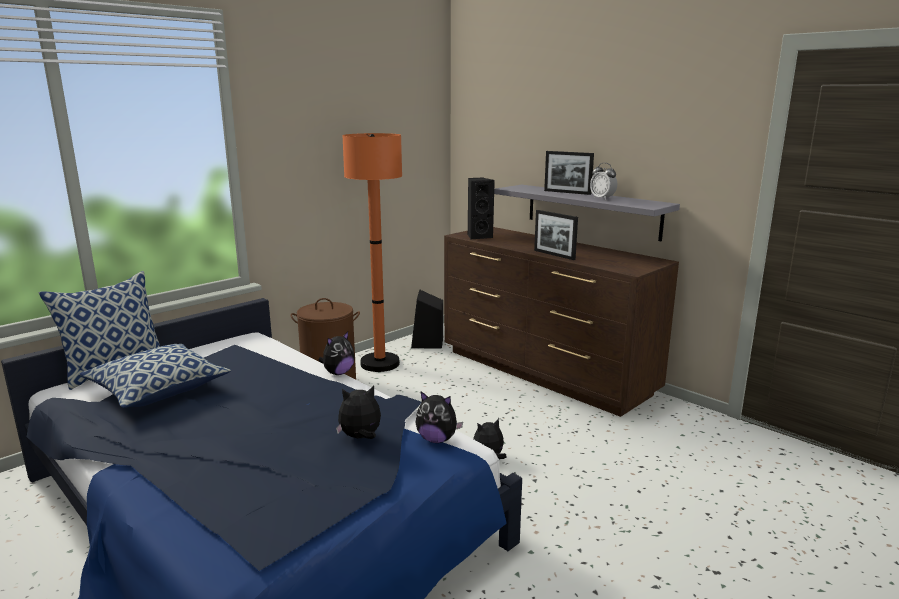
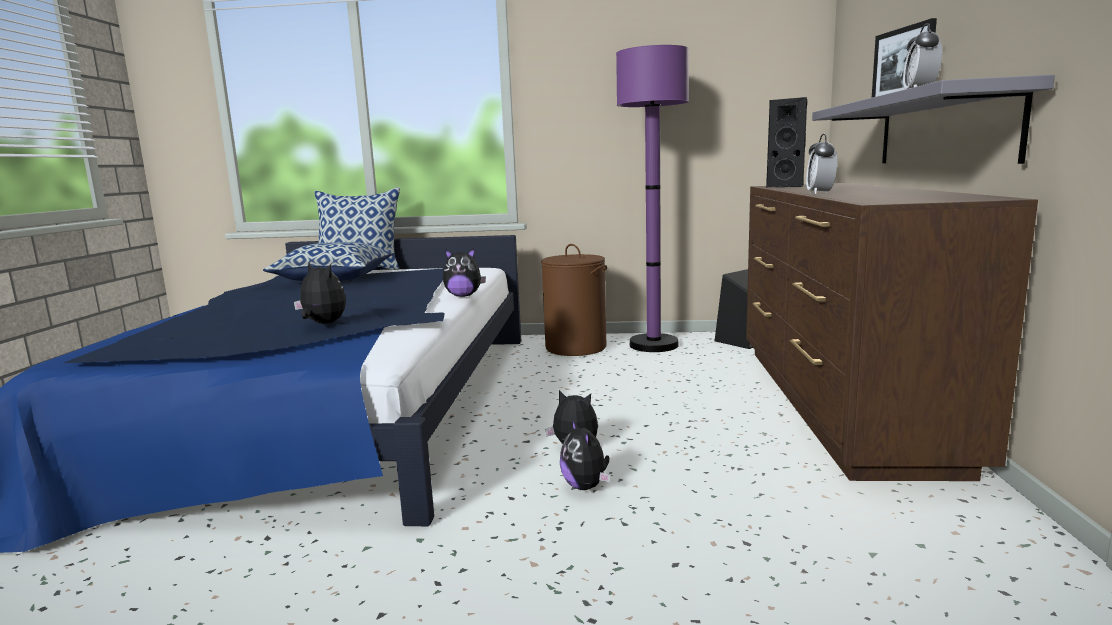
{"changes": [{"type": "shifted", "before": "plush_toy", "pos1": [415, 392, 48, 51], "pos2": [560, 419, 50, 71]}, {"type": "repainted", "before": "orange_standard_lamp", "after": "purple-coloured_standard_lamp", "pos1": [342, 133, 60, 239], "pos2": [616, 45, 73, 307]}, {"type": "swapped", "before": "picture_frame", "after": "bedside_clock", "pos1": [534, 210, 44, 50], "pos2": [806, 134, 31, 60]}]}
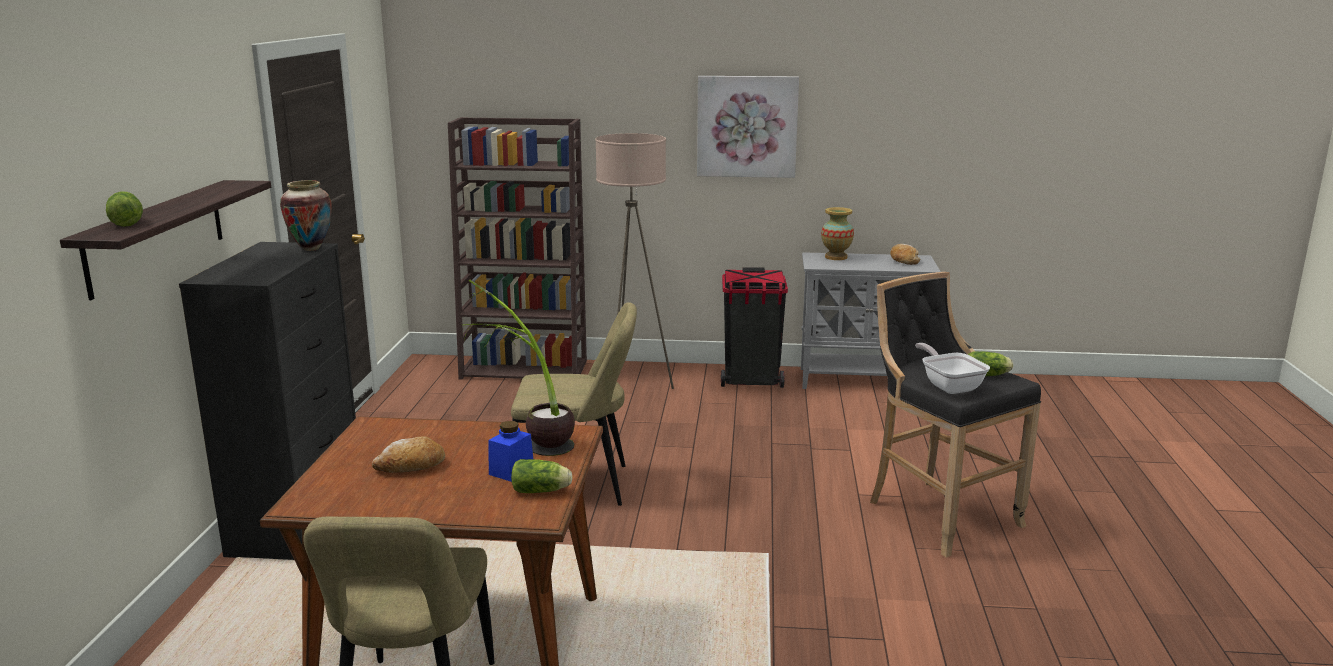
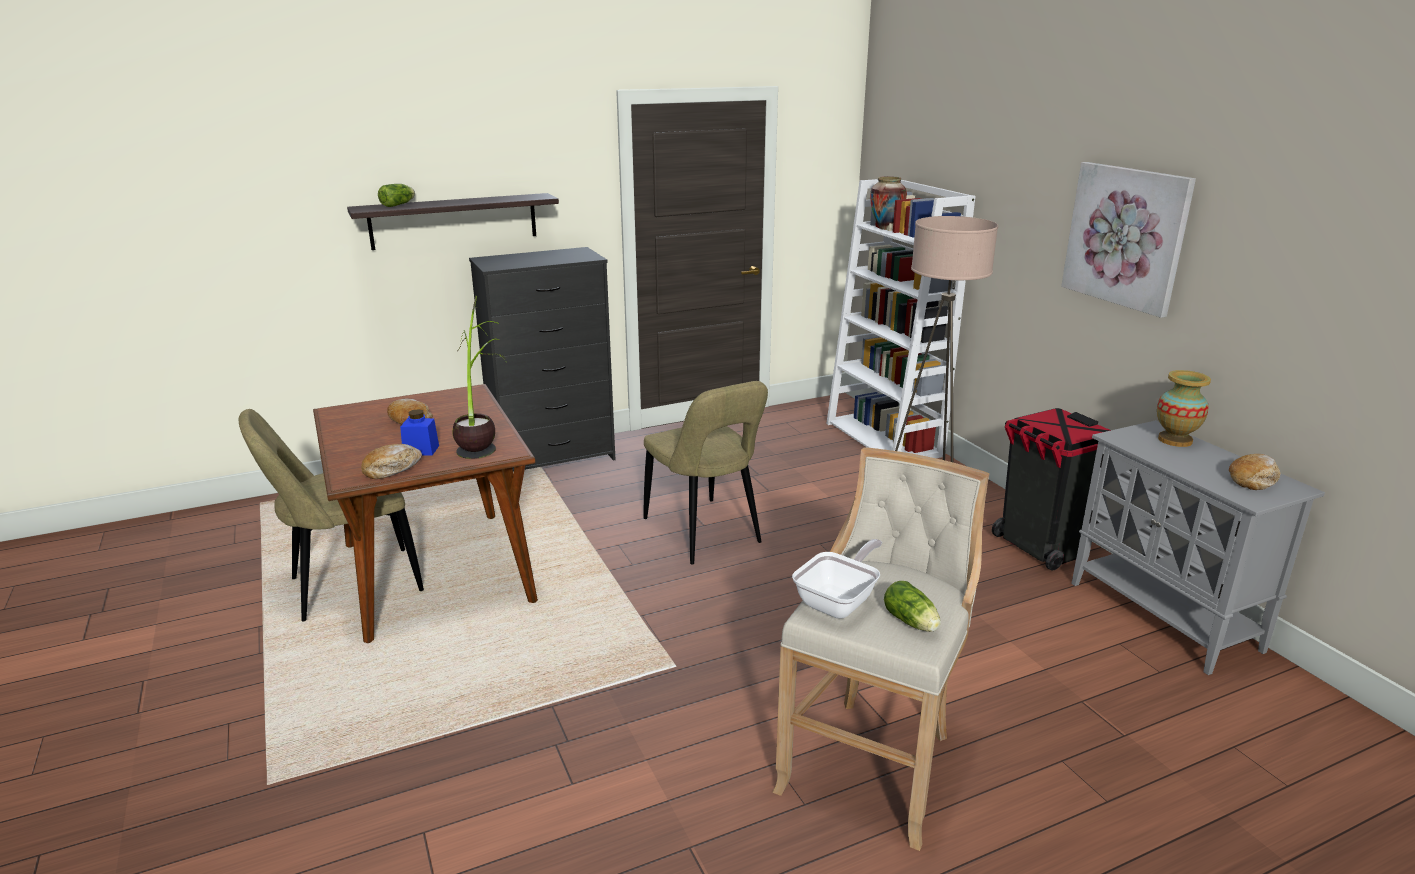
{"changes": [{"type": "swapped", "before": "lettuce", "after": "bread", "pos1": [511, 459, 62, 34], "pos2": [361, 444, 61, 35]}, {"type": "repainted", "before": "blackish_sitting_stool", "after": "sand-coloured_sitting_stool", "pos1": [870, 272, 171, 286], "pos2": [772, 447, 218, 404]}, {"type": "repainted", "before": "brown-coloured_bookcase", "after": "whitish_bookcase", "pos1": [448, 117, 139, 263], "pos2": [826, 179, 149, 279]}, {"type": "shifted", "before": "vase", "pos1": [280, 180, 52, 71], "pos2": [870, 176, 37, 54]}]}
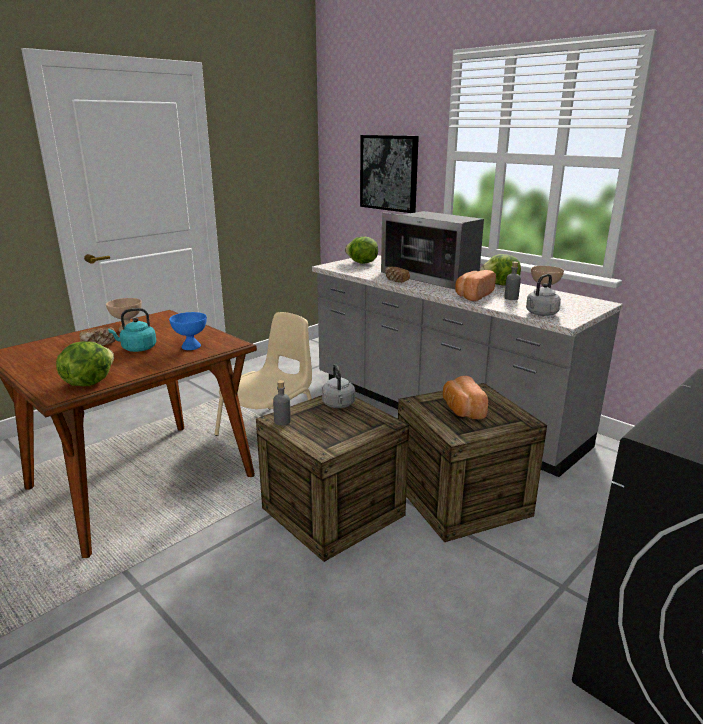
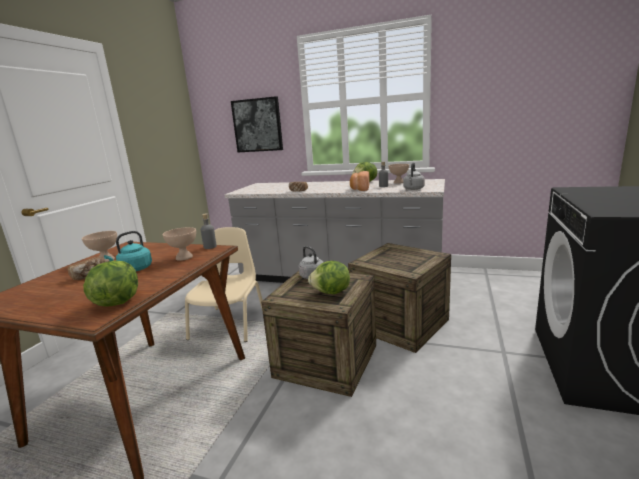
{"changes": [{"type": "repainted", "before": "blue_deep_dish", "after": "sand-coloured_deep_dish", "pos1": [169, 312, 38, 38], "pos2": [162, 227, 34, 34]}, {"type": "shifted", "before": "grey_beverage_bottle", "pos1": [273, 380, 18, 45], "pos2": [201, 214, 16, 35]}, {"type": "shifted", "before": "lettuce", "pos1": [345, 237, 33, 27], "pos2": [308, 261, 42, 33]}, {"type": "gone", "before": "microwave_oven", "pos1": [381, 211, 103, 78]}, {"type": "gone", "before": "bread", "pos1": [443, 376, 45, 43]}]}
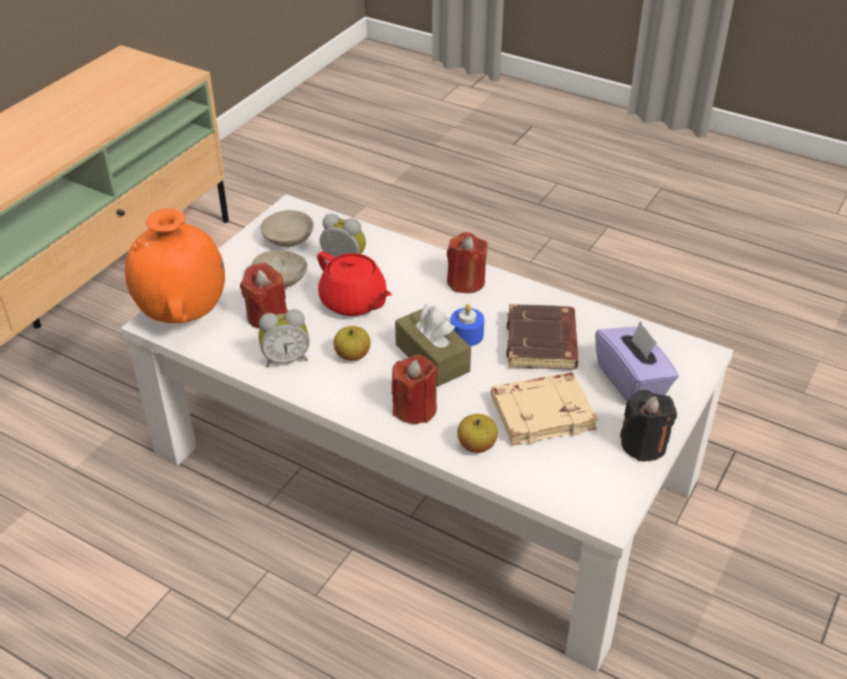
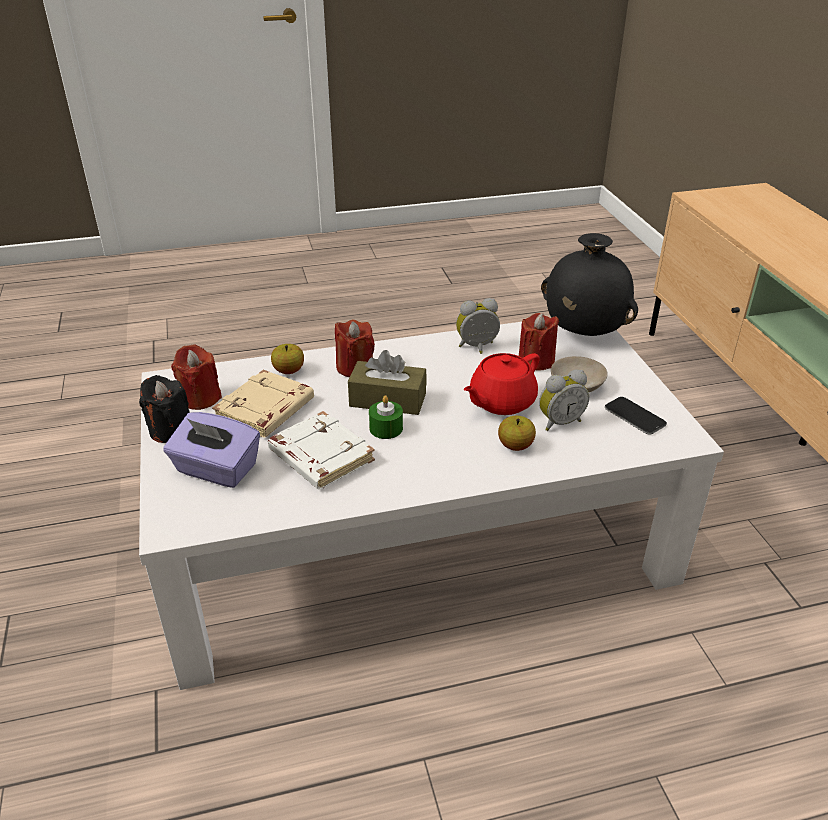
{"changes": [{"type": "shifted", "before": "red-coloured_wax_light", "pos1": [447, 232, 41, 61], "pos2": [171, 344, 51, 66]}, {"type": "repainted", "before": "brown-coloured_bound_book", "after": "whitish_bound_book", "pos1": [506, 304, 73, 66], "pos2": [268, 411, 107, 78]}, {"type": "repainted", "before": "blue_wax_light", "after": "green_wax_light", "pos1": [450, 304, 34, 42], "pos2": [369, 395, 34, 44]}, {"type": "rotated", "before": "bedside_clock", "pos1": [258, 309, 51, 59], "pos2": [456, 298, 44, 56], "turn": 45}, {"type": "rotated", "before": "red-coloured_tea_pot", "pos1": [317, 251, 75, 65], "pos2": [464, 353, 76, 62], "turn": -45}, {"type": "shifted", "before": "apple_fruit", "pos1": [334, 326, 36, 35], "pos2": [498, 416, 38, 35]}, {"type": "repainted", "before": "orange_vase", "after": "blackish_vase", "pos1": [125, 208, 100, 115], "pos2": [541, 233, 97, 103]}, {"type": "swapped", "before": "sand-coloured_deep_dish", "after": "handset", "pos1": [260, 210, 54, 37], "pos2": [605, 397, 62, 38]}]}
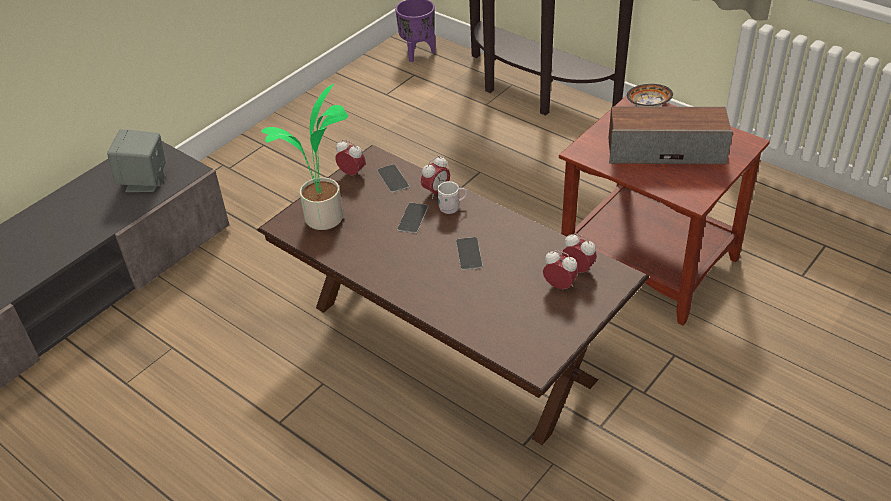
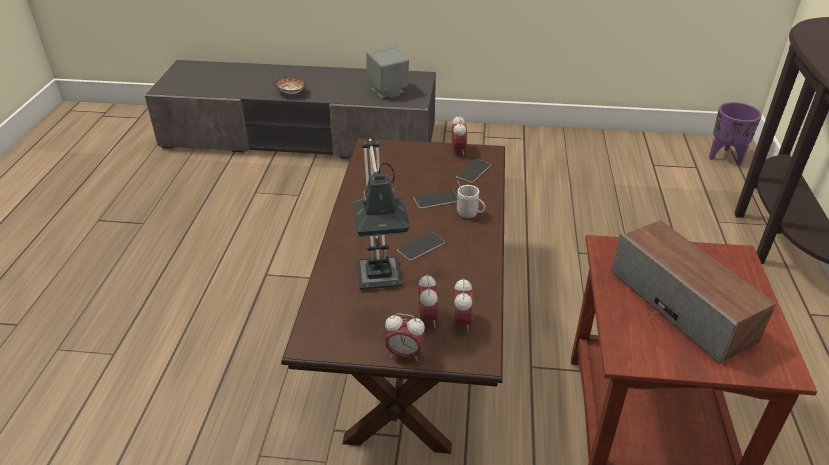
{"changes": [{"type": "shifted", "before": "deep_dish", "pos1": [627, 84, 46, 23], "pos2": [274, 77, 32, 17]}, {"type": "new", "after": "tabletop_lamp", "pos2": [353, 136, 57, 154]}, {"type": "shifted", "before": "bedside_clock", "pos1": [421, 156, 29, 43], "pos2": [385, 313, 40, 48]}, {"type": "gone", "before": "houseplant", "pos1": [261, 84, 87, 146]}]}
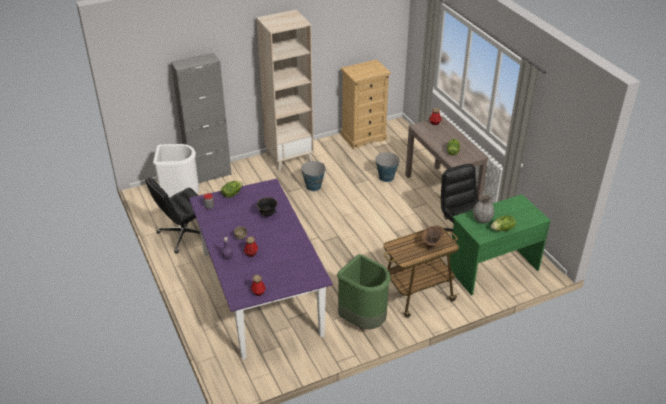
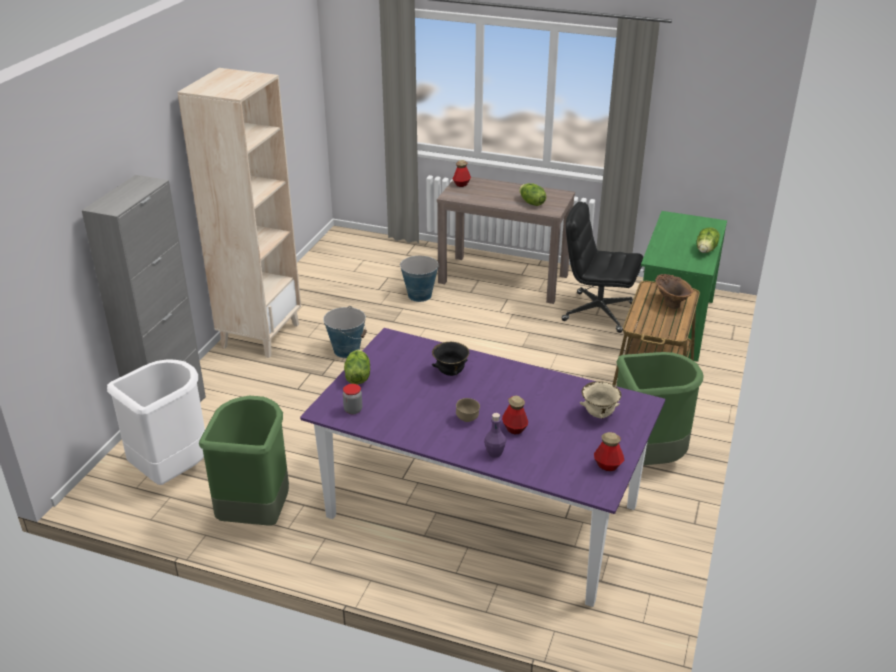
{"changes": [{"type": "swapped", "before": "blackish_computer_chair", "after": "green_trash_can", "pos1": [145, 178, 55, 75], "pos2": [199, 396, 90, 130]}, {"type": "new", "after": "sand-coloured_deep_dish", "pos2": [580, 381, 42, 38]}, {"type": "gone", "before": "sand-coloured_dresser", "pos1": [341, 59, 50, 90]}, {"type": "gone", "before": "grey_vase", "pos1": [473, 194, 21, 29]}]}
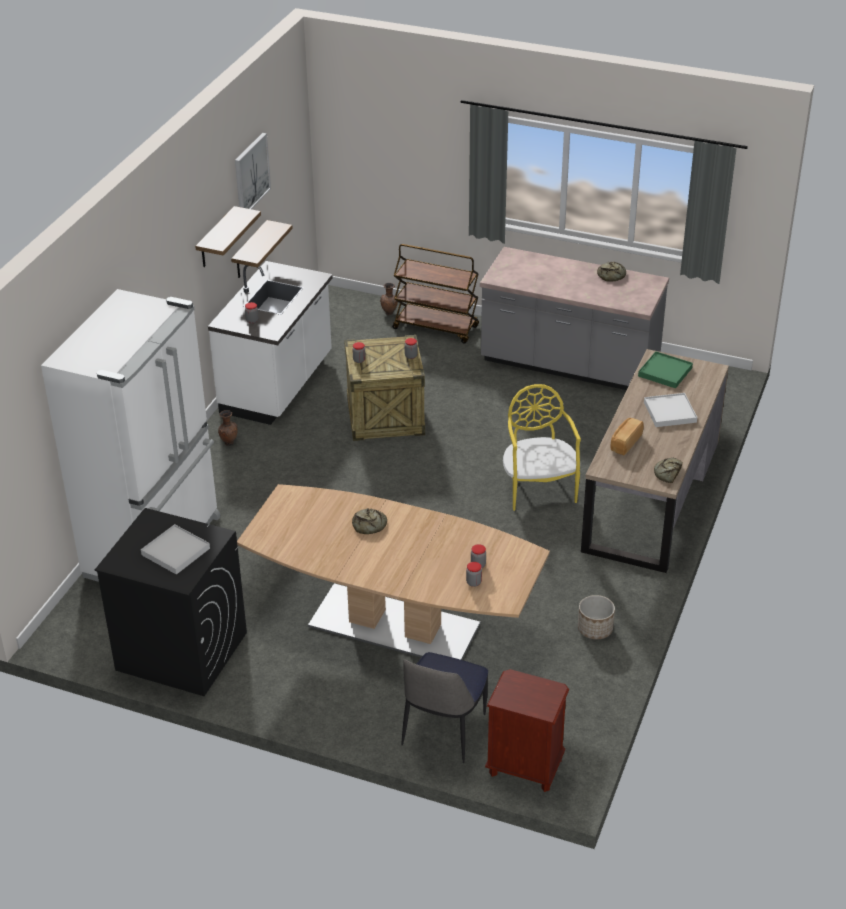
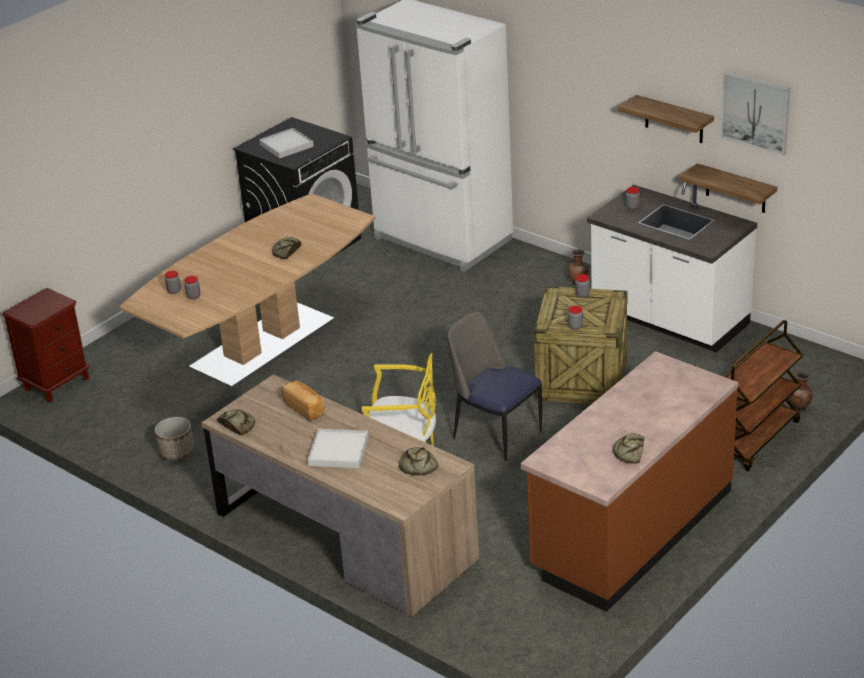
{"changes": [{"type": "swapped", "before": "green_tray", "after": "bread", "pos1": [638, 351, 55, 37], "pos2": [399, 447, 39, 29]}, {"type": "shifted", "before": "plain_chair", "pos1": [401, 652, 87, 111], "pos2": [447, 312, 95, 149]}, {"type": "repainted", "before": "grey_counter", "after": "brown-coloured_counter", "pos1": [480, 247, 189, 143], "pos2": [521, 351, 217, 261]}]}
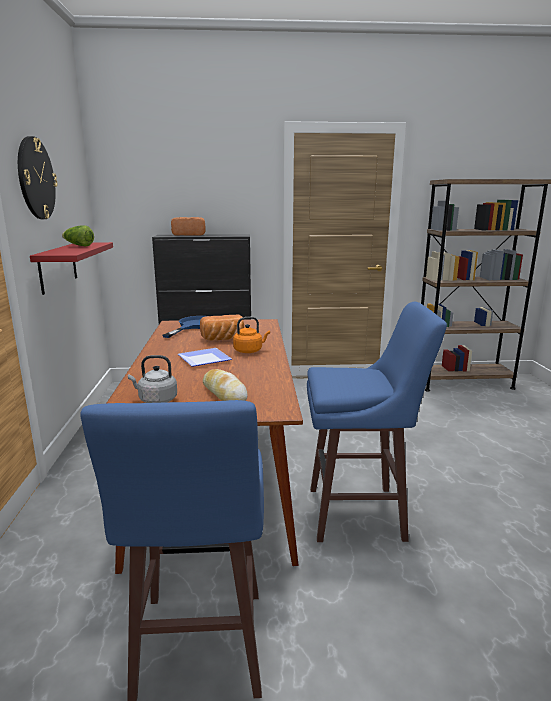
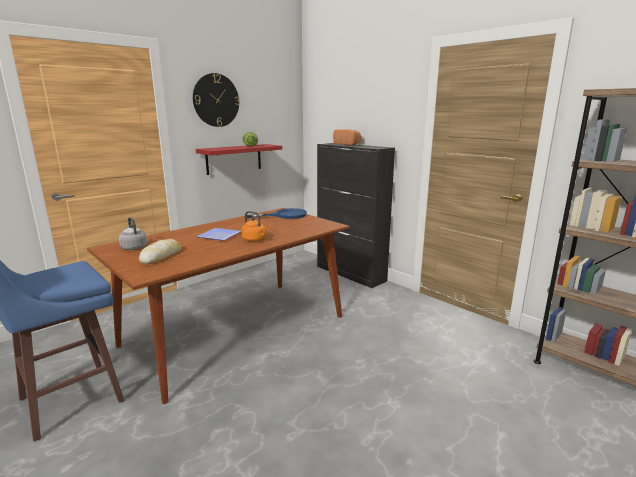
{"changes": [{"type": "gone", "before": "bread", "pos1": [200, 315, 44, 26]}, {"type": "gone", "before": "blue_sitting_stool", "pos1": [307, 302, 140, 240]}]}
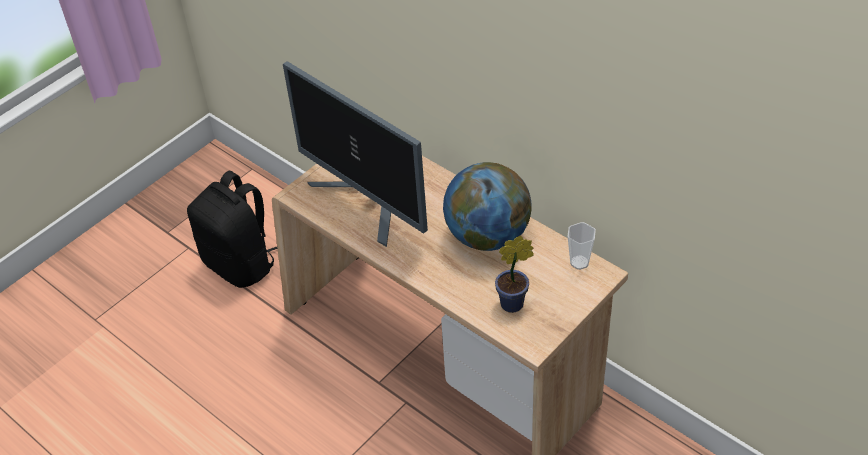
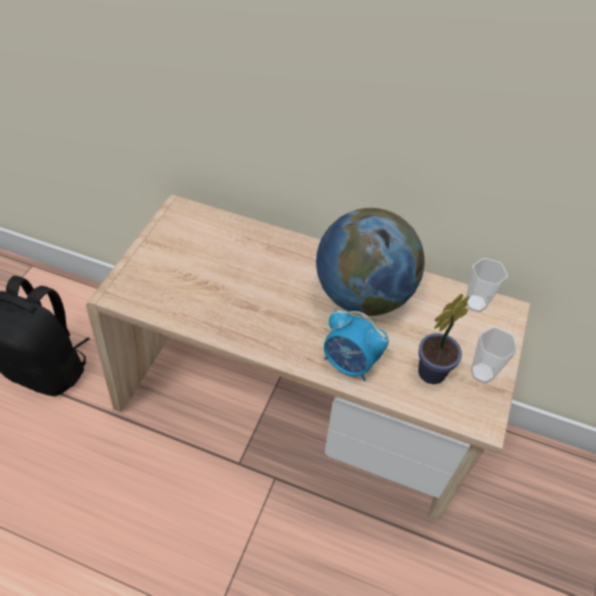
{"changes": [{"type": "new", "after": "bedside_clock", "pos2": [324, 309, 65, 72]}, {"type": "new", "after": "small_cup", "pos2": [471, 327, 47, 56]}, {"type": "gone", "before": "computer_screen", "pos1": [283, 61, 145, 186]}]}
